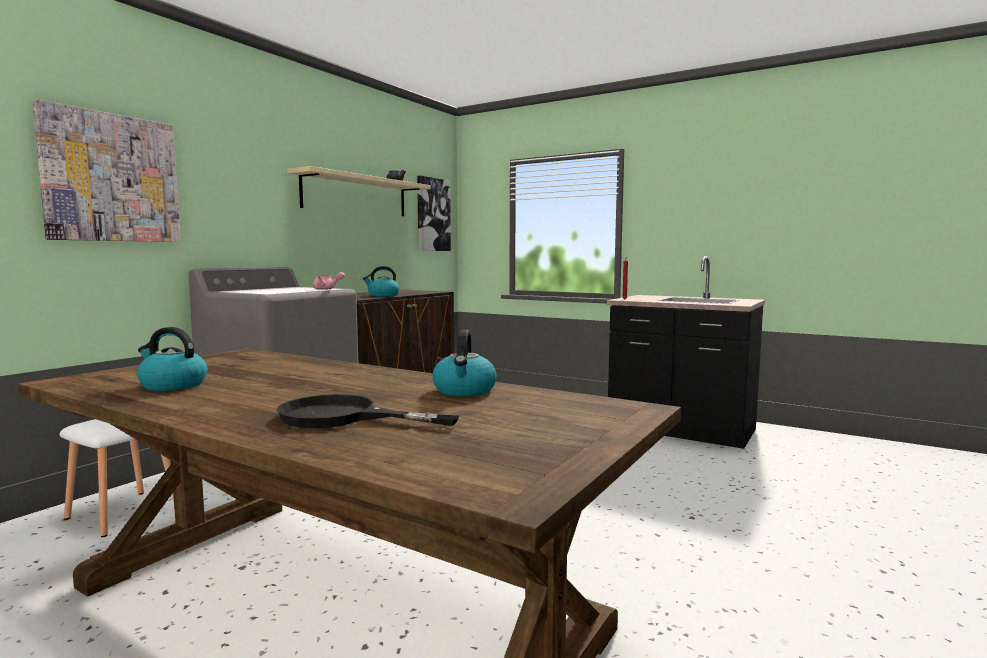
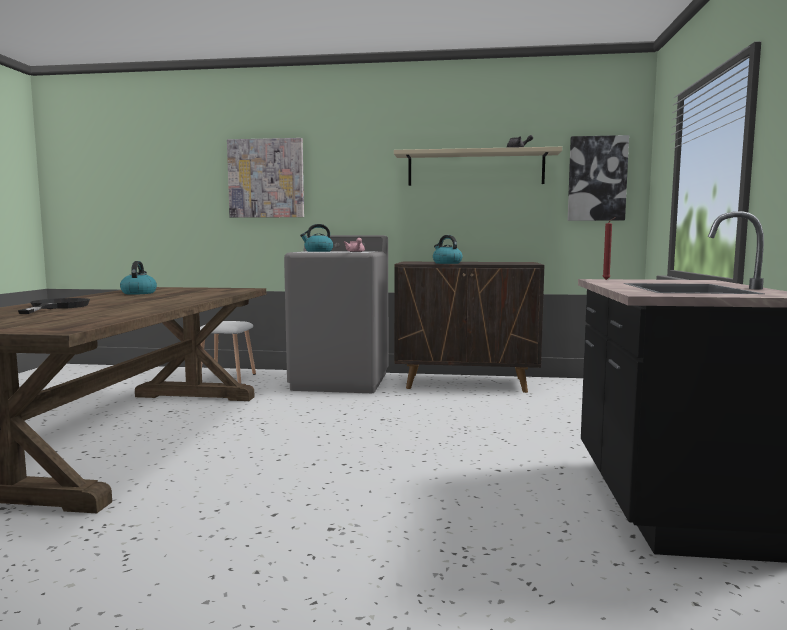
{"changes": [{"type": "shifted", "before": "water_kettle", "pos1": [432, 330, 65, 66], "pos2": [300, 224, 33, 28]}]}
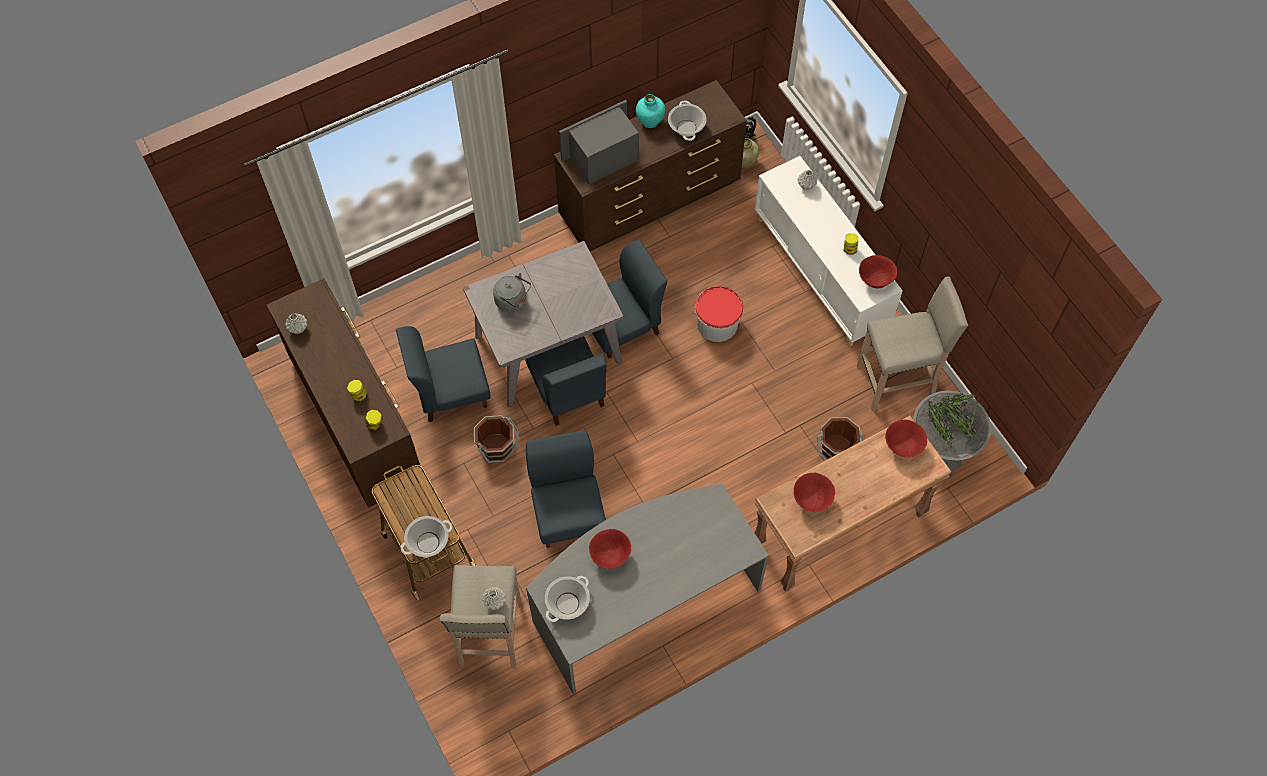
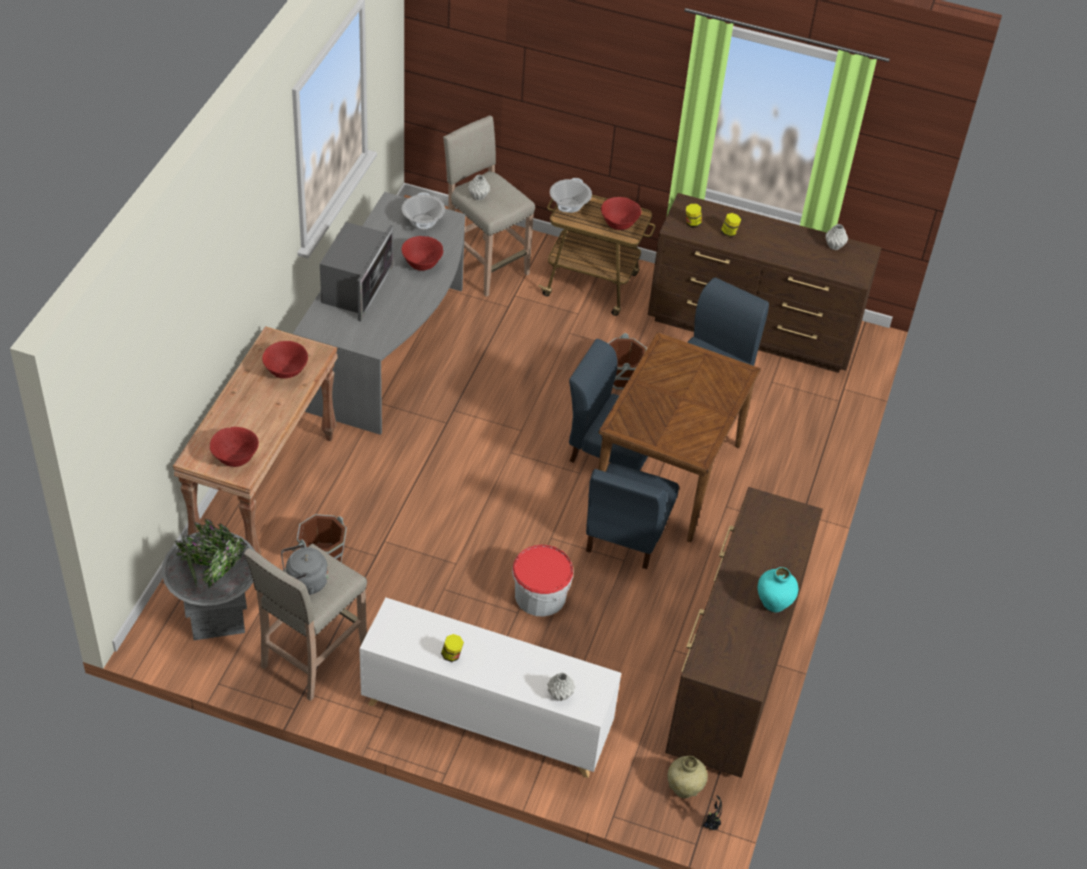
{"changes": [{"type": "shifted", "before": "grey_water_kettle", "pos1": [493, 273, 38, 39], "pos2": [281, 544, 47, 51]}, {"type": "shifted", "before": "microwave_oven", "pos1": [559, 100, 80, 84], "pos2": [320, 222, 73, 100]}, {"type": "repainted", "before": "grey_dinner_table", "after": "brown-coloured_dinner_table", "pos1": [463, 241, 161, 166], "pos2": [598, 332, 163, 210]}, {"type": "shifted", "before": "red-coloured_deep_dish", "pos1": [859, 255, 38, 33], "pos2": [601, 197, 41, 33]}, {"type": "gone", "before": "blue_plain_chair", "pos1": [526, 430, 80, 118]}, {"type": "gone", "before": "cooking_pot", "pos1": [668, 100, 39, 41]}]}
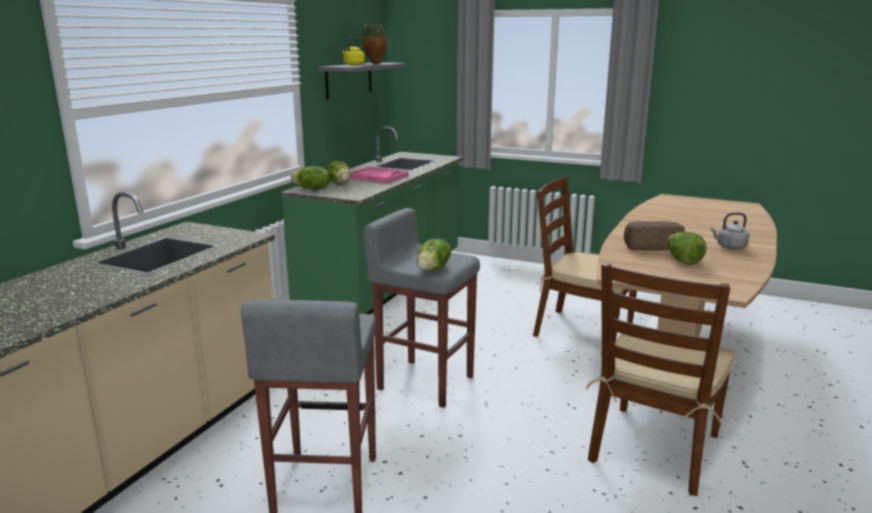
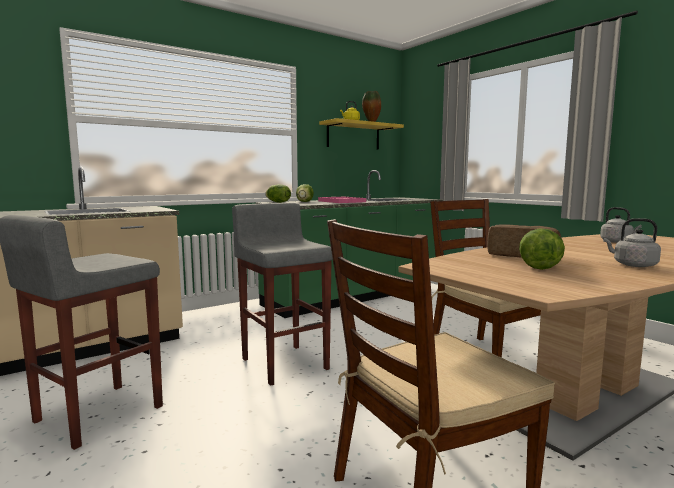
{"changes": [{"type": "repainted", "before": "grey_wall_shelf", "after": "yellowish_wall_shelf", "pos1": [318, 62, 88, 37], "pos2": [319, 118, 85, 31]}, {"type": "new", "after": "grey_water_kettle", "pos2": [600, 207, 42, 36]}, {"type": "gone", "before": "lettuce", "pos1": [417, 239, 34, 32]}]}
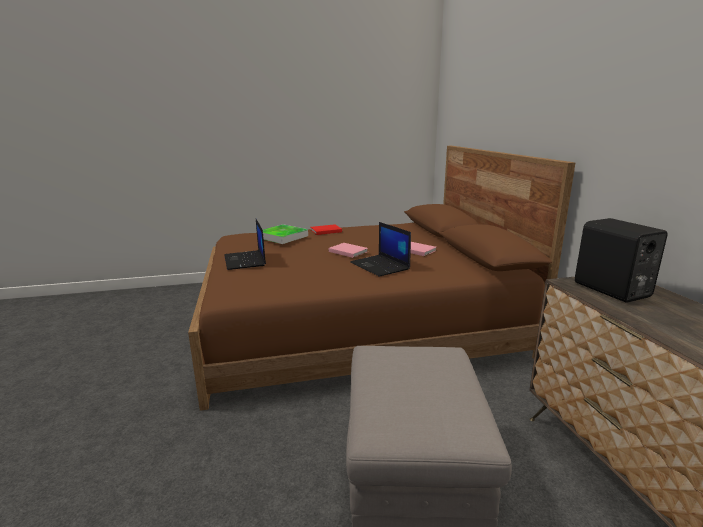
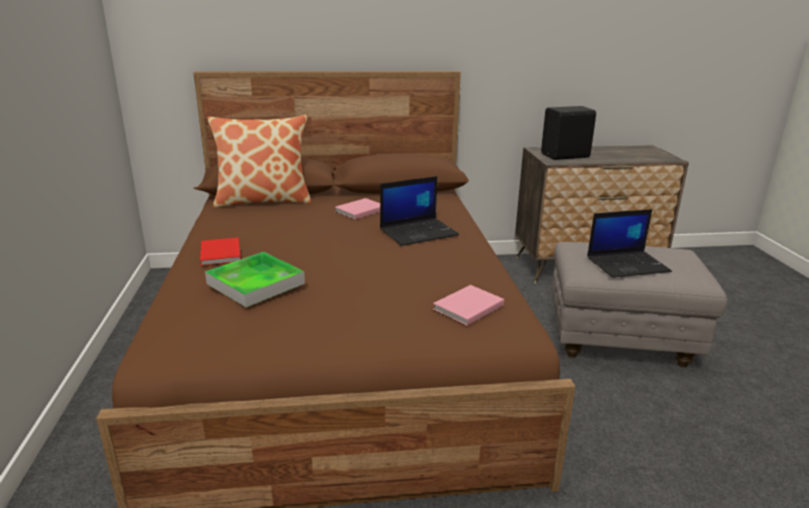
{"changes": [{"type": "new", "after": "throw_pillow", "pos2": [207, 115, 105, 93]}, {"type": "shifted", "before": "pink_bound_book", "pos1": [329, 243, 39, 15], "pos2": [433, 285, 71, 41]}, {"type": "shifted", "before": "portable_computer", "pos1": [224, 219, 42, 51], "pos2": [587, 209, 85, 69]}]}
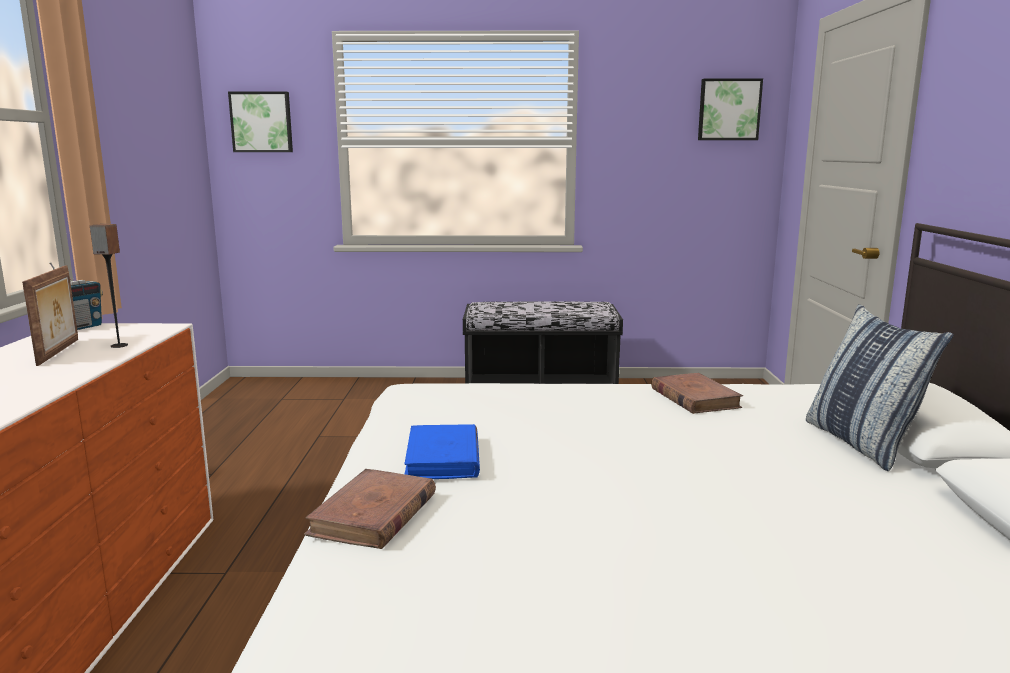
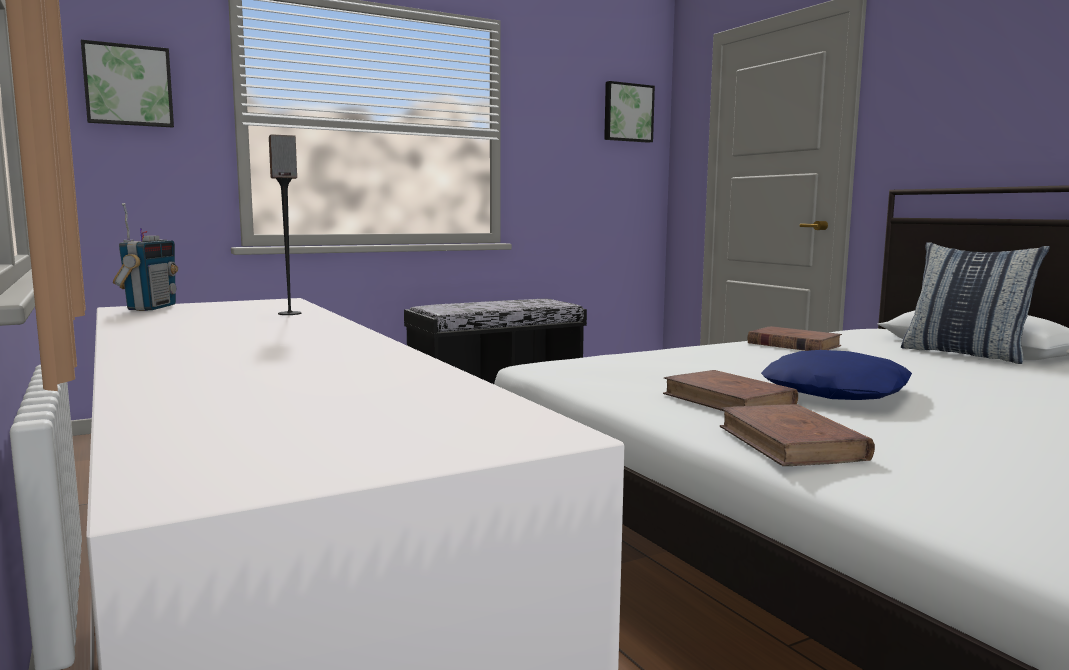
{"changes": [{"type": "repainted", "before": "blue_bound_book", "after": "brown-coloured_bound_book", "pos1": [404, 424, 76, 55], "pos2": [663, 370, 135, 41]}, {"type": "new", "after": "blue_throw_pillow", "pos2": [761, 350, 151, 50]}, {"type": "gone", "before": "picture_frame", "pos1": [22, 265, 56, 101]}]}
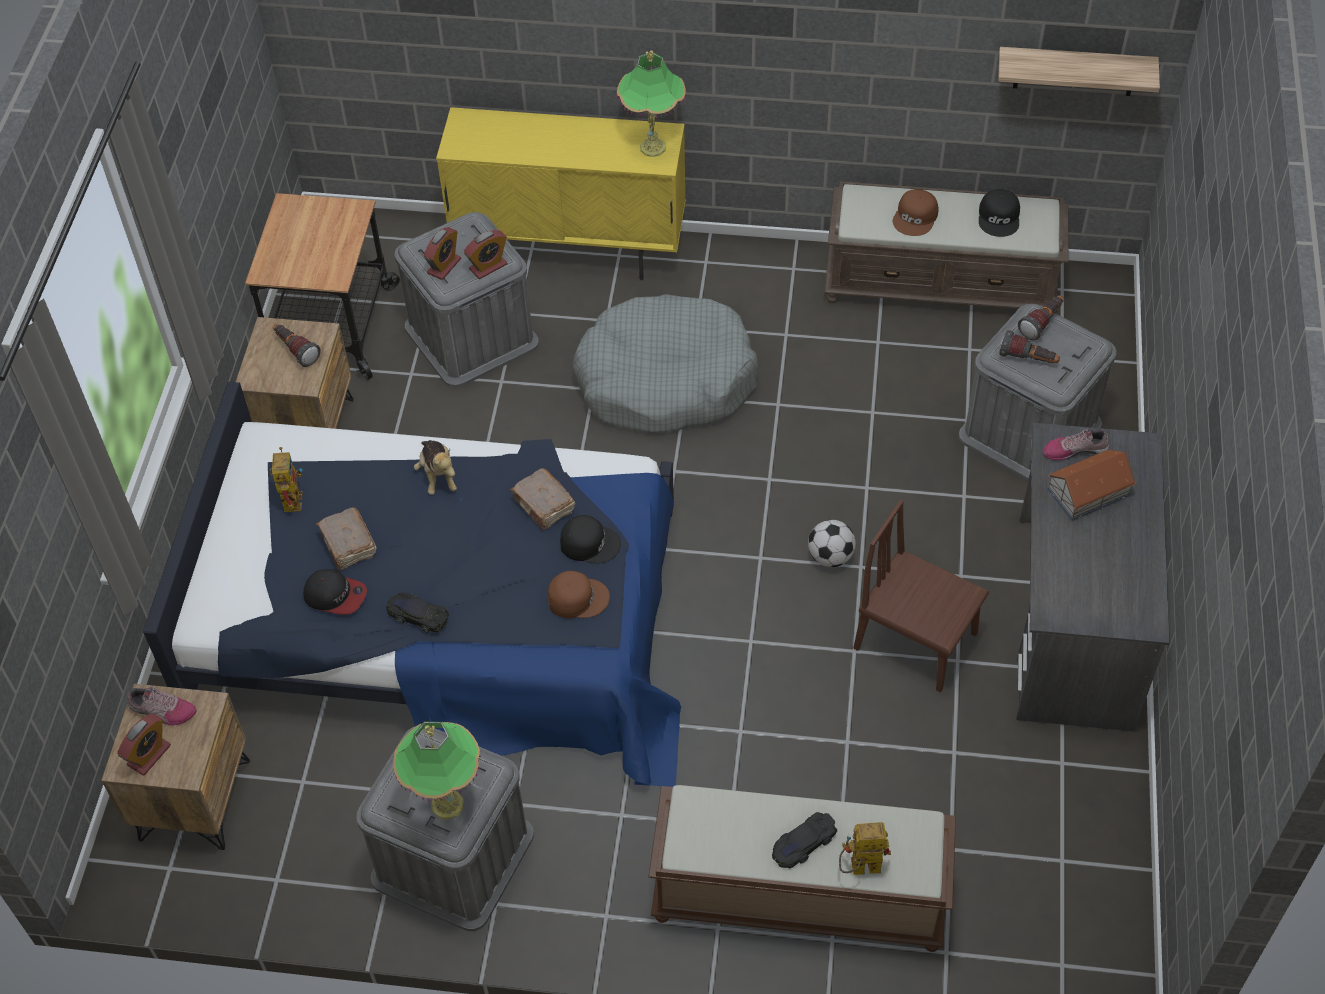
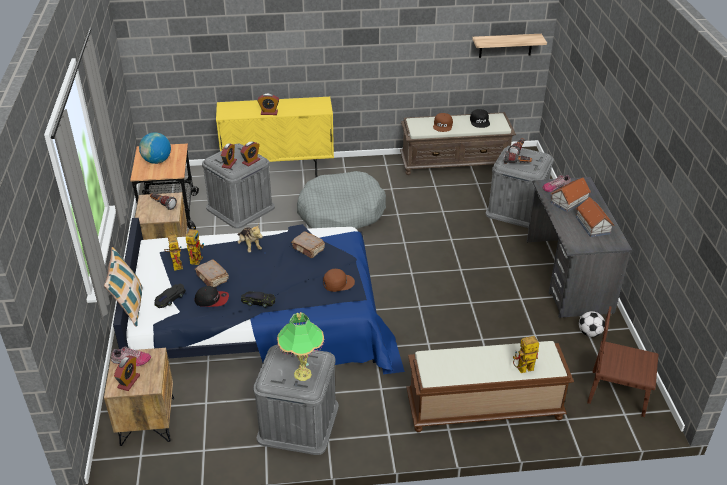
{"changes": [{"type": "new", "after": "throw_pillow", "pos2": [104, 247, 39, 80]}, {"type": "new", "after": "globe", "pos2": [139, 133, 32, 31]}, {"type": "shifted", "before": "blackish_model_car", "pos1": [772, 812, 65, 56], "pos2": [154, 284, 32, 24]}, {"type": "new", "after": "robot_figure", "pos2": [186, 227, 18, 38]}, {"type": "new", "after": "bedside_clock", "pos2": [258, 94, 21, 21]}, {"type": "new", "after": "model_house", "pos2": [576, 197, 38, 40]}, {"type": "shifted", "before": "football", "pos1": [808, 520, 48, 47], "pos2": [579, 311, 26, 26]}, {"type": "shifted", "before": "brown-coloured_plain_chair", "pos1": [853, 500, 136, 192], "pos2": [587, 306, 72, 111]}, {"type": "gone", "before": "blackish_baseball_cap", "pos1": [560, 515, 61, 49]}, {"type": "gone", "before": "tabletop_lamp", "pos1": [616, 50, 70, 107]}]}
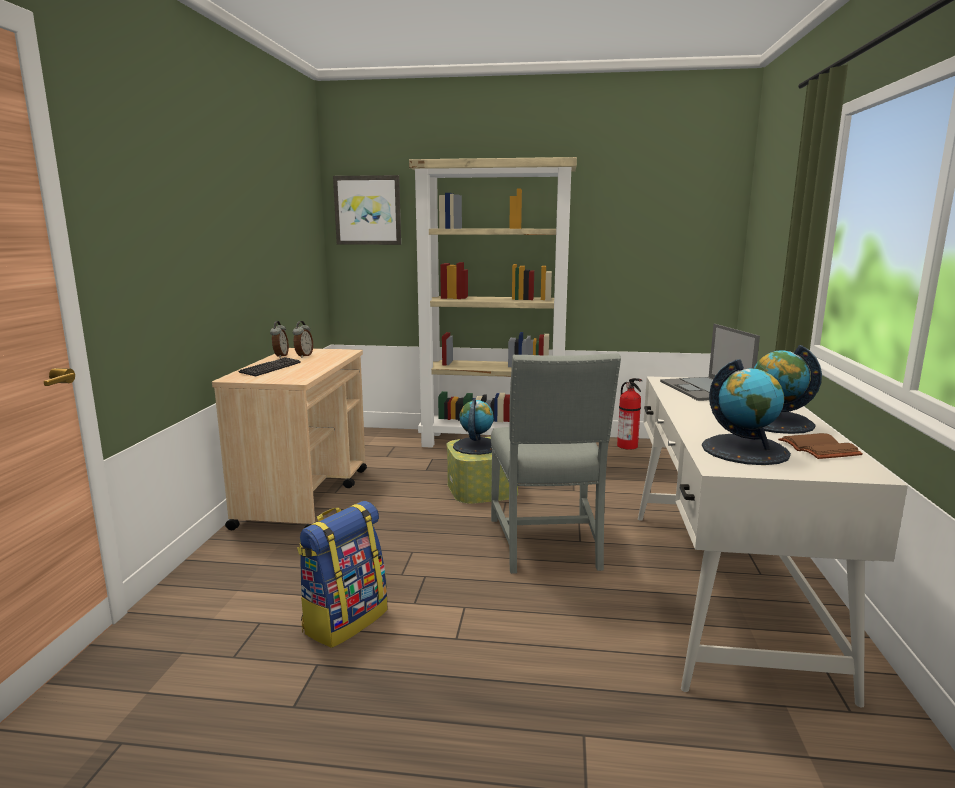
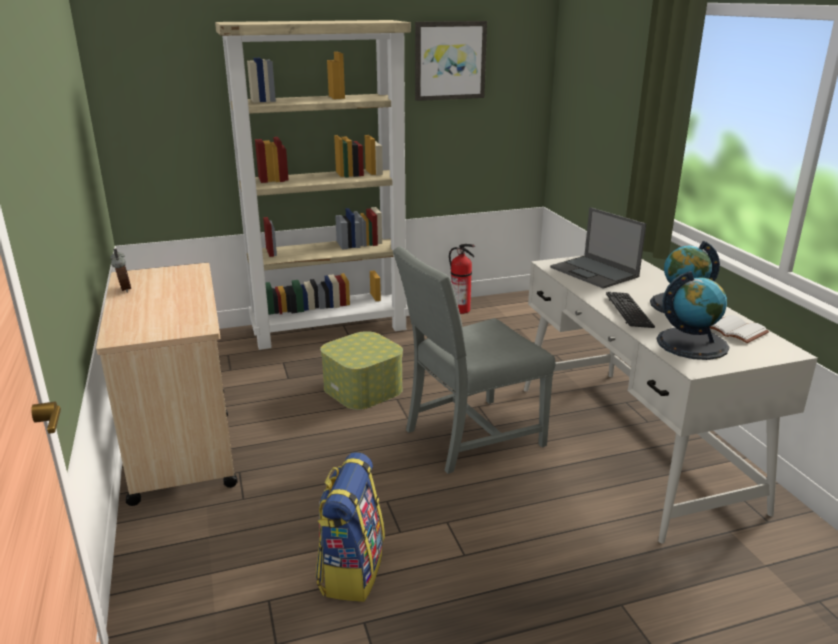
{"changes": [{"type": "rotated", "before": "grey_plain_chair", "pos1": [491, 353, 130, 221], "pos2": [393, 247, 163, 227], "turn": 90}, {"type": "shifted", "before": "picture", "pos1": [333, 175, 68, 70], "pos2": [415, 21, 72, 80]}, {"type": "shifted", "before": "PC_keyboard", "pos1": [238, 357, 63, 19], "pos2": [606, 292, 49, 36]}, {"type": "repainted", "before": "brown-coloured_bound_book", "after": "whitish_bound_book", "pos1": [778, 433, 85, 26], "pos2": [709, 315, 60, 28]}, {"type": "gone", "before": "bedside_clock", "pos1": [293, 321, 20, 37]}, {"type": "gone", "before": "globe", "pos1": [453, 398, 41, 57]}]}
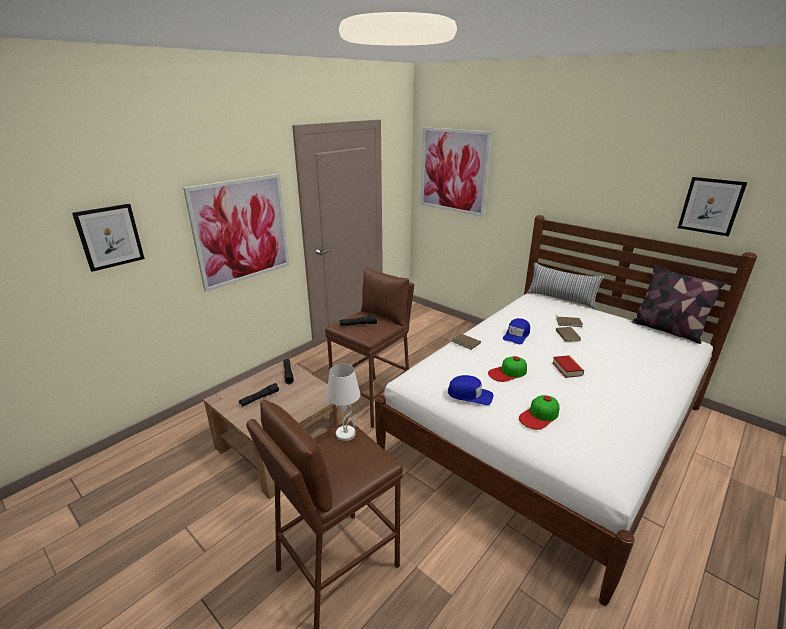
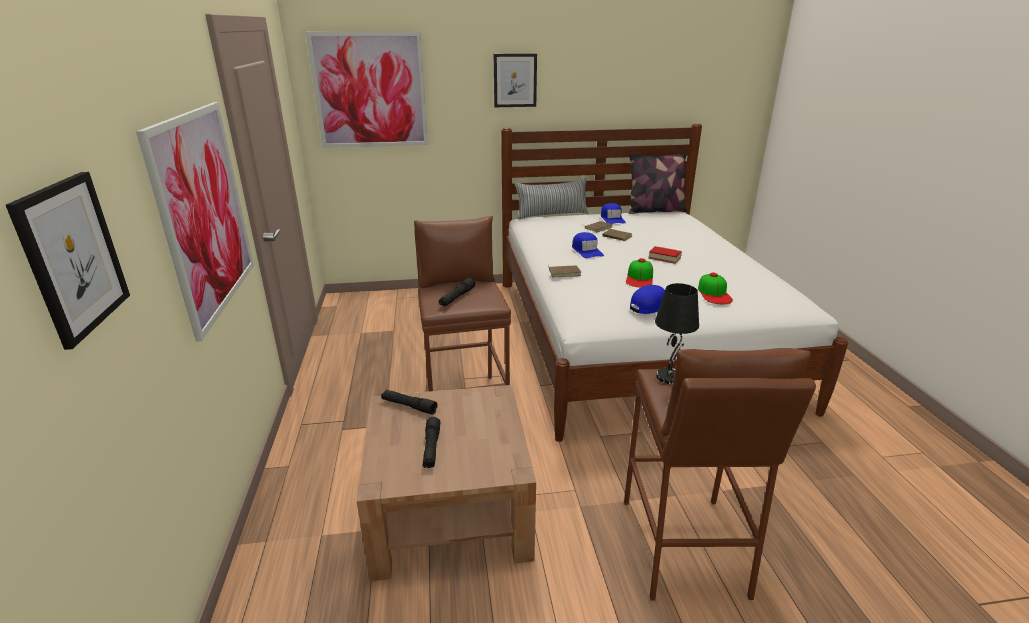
{"changes": [{"type": "shifted", "before": "picture", "pos1": [678, 177, 70, 59], "pos2": [494, 54, 43, 53]}, {"type": "new", "after": "blue_baseball_cap", "pos2": [601, 203, 25, 21]}, {"type": "repainted", "before": "whitish_tabletop_lamp", "after": "blackish_tabletop_lamp", "pos1": [326, 364, 34, 77], "pos2": [655, 283, 44, 101]}]}
